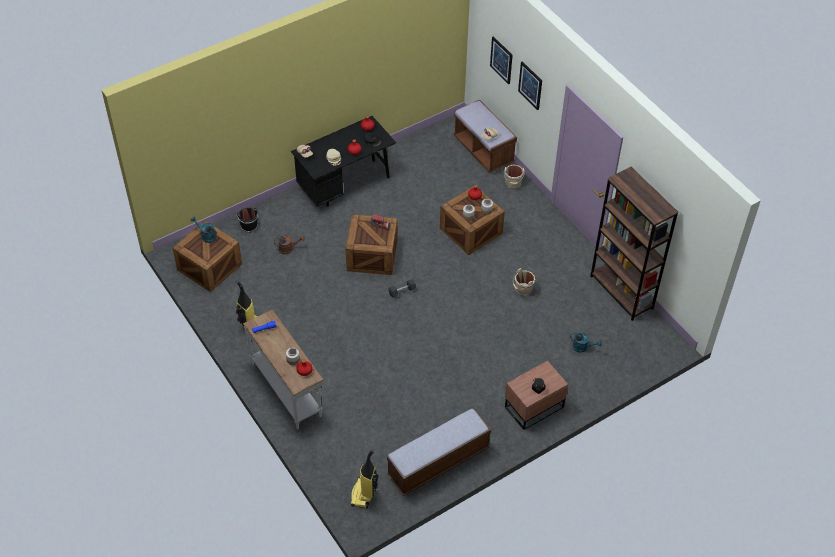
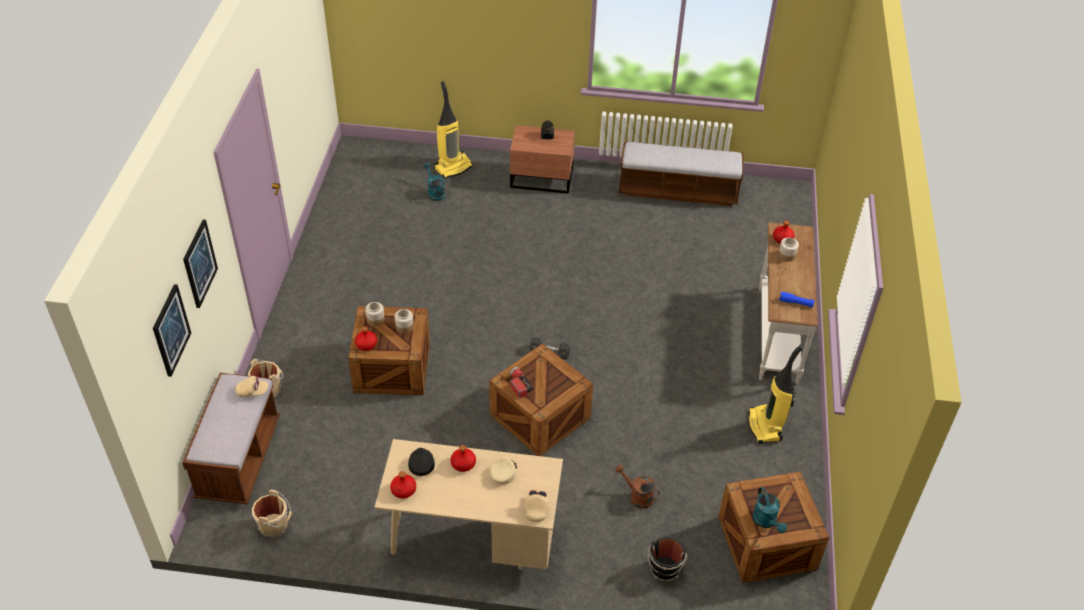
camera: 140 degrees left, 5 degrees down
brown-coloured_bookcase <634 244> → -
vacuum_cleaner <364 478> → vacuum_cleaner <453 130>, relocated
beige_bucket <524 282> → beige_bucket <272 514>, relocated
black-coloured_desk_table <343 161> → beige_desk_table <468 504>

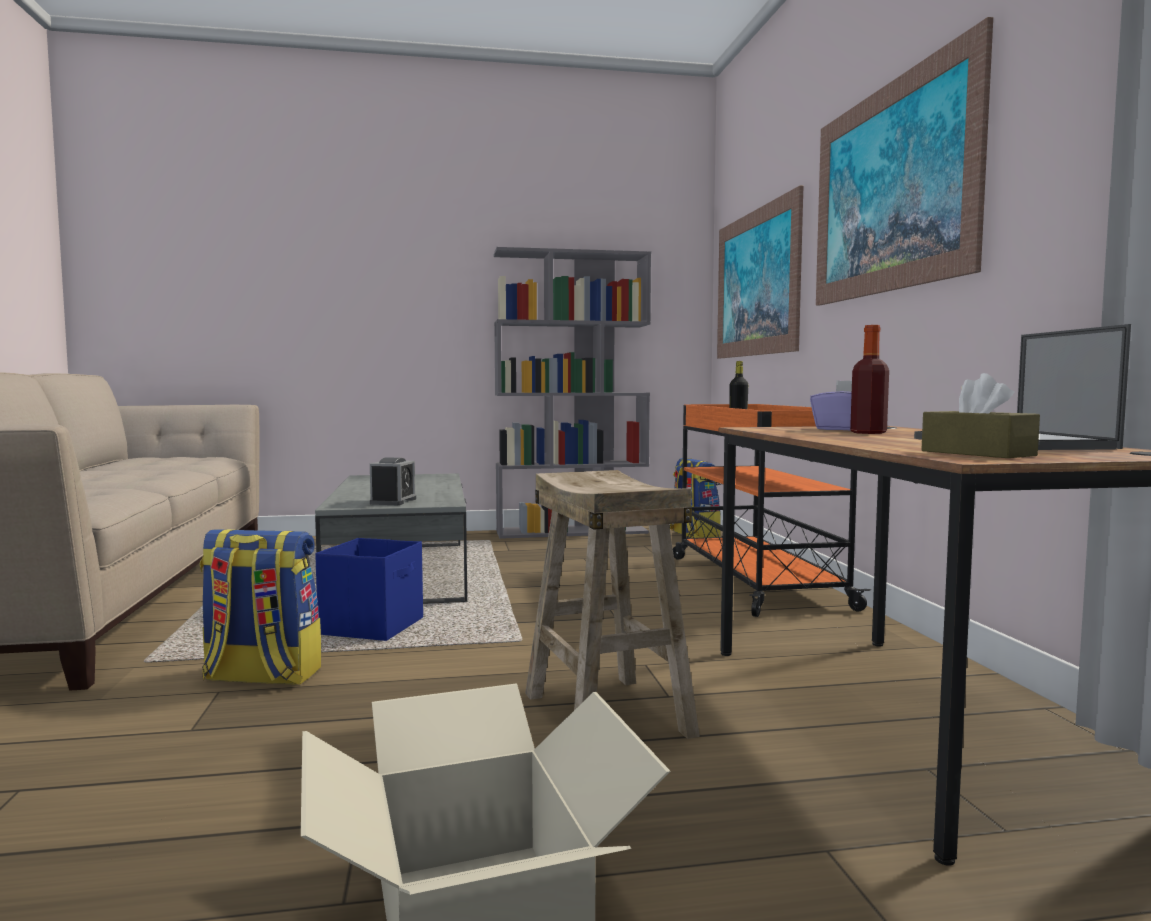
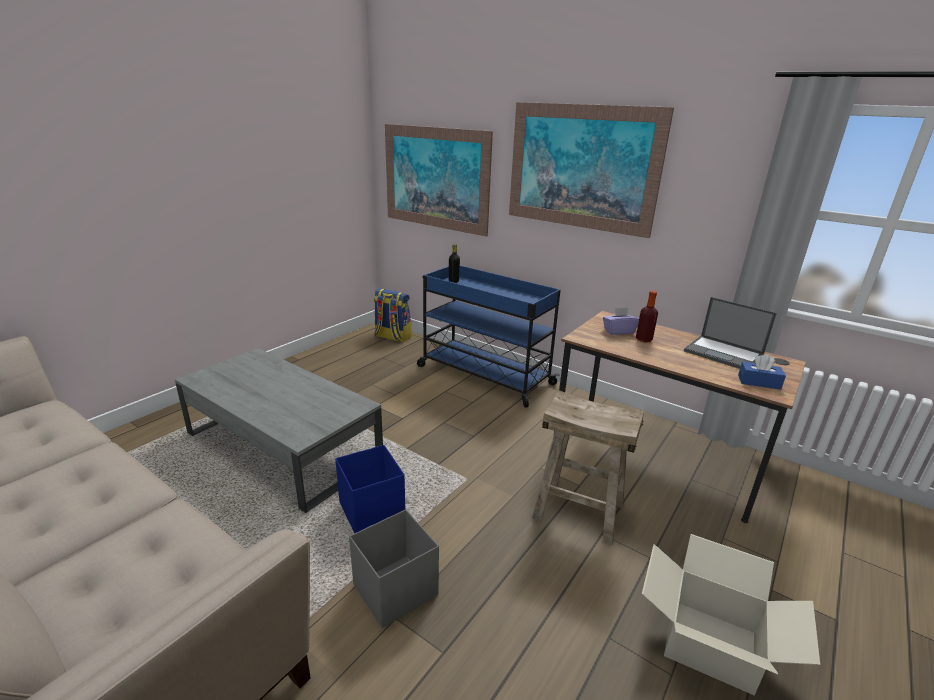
camera: 45 degrees left, 20 degrees up
bedside_clock <393 481> → -
grey_bookcase <572 393> → -
rucksack <260 607> → grey_storage_container <394 568>
orangey_wheeled_cart <772 510> → bluish_wheeled_cart <489 337>
brown-coloured_tissue_holder <980 415> → bluish_tissue_holder <762 372>

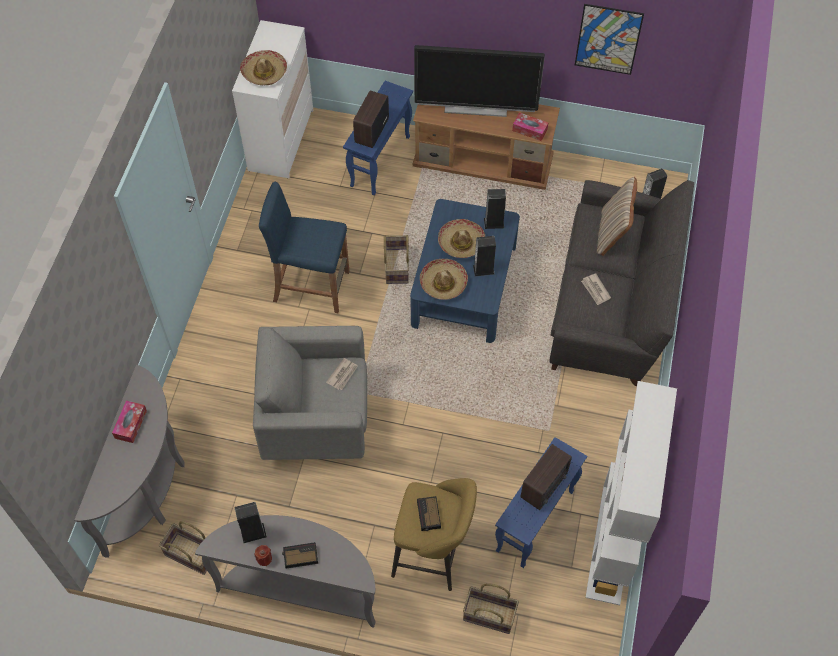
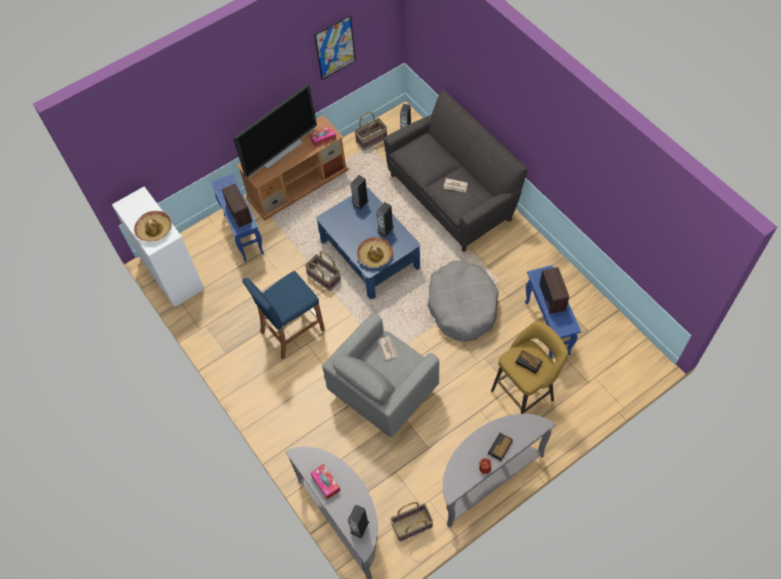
camera: 45 degrees left, 0 degrees up
wearable_hat <461 238> → -
white_bookcase <631 493> → -
beige_pillow <617 216> → -
- → grey_pet_bed <463 301>
audio_speaker <250 522> → audio_speaker <358 521>, relocated
storage_basket <491 608> → storage_basket <370 131>, relocated

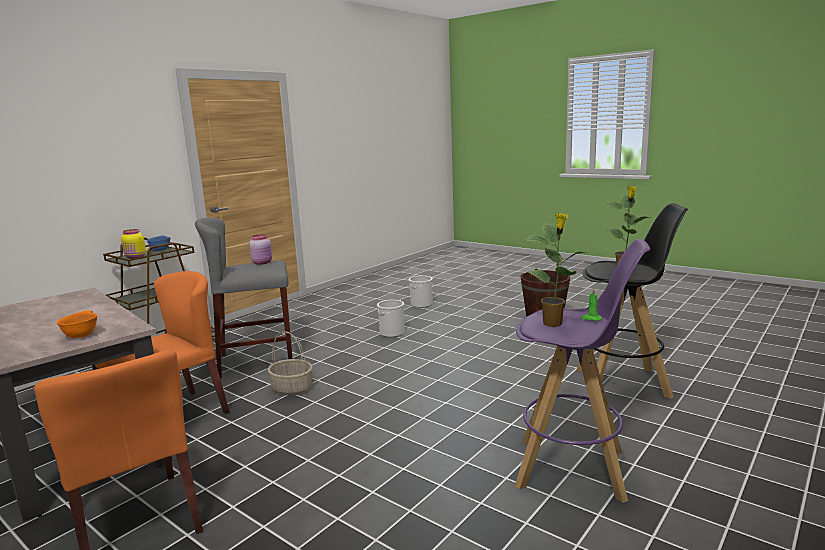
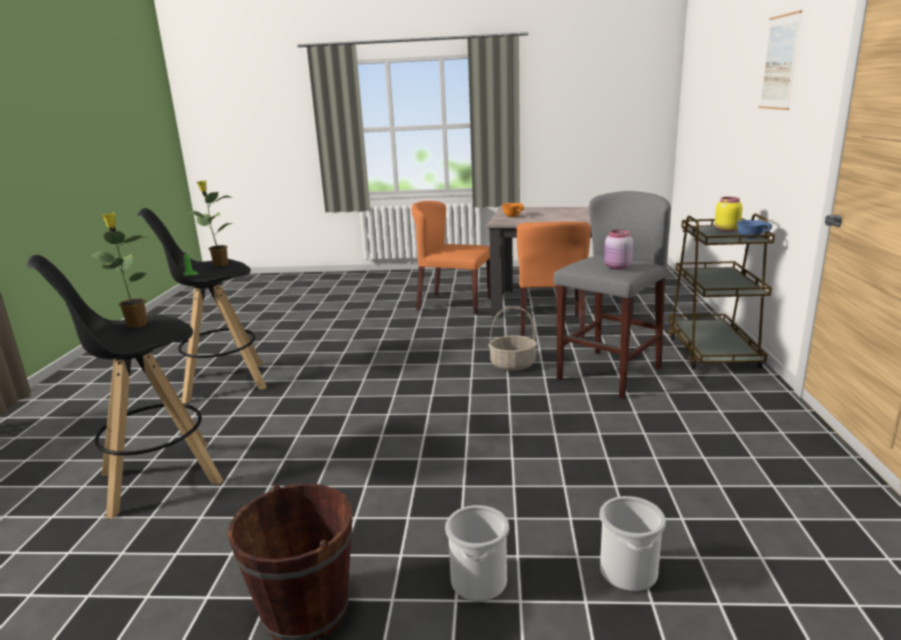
camera: 145 degrees right, 5 degrees up
- → picture <780 60>
bucket <391 318> → bucket <477 553>, relocated
purple-coloured_stool <582 371> → black-coloured_stool <202 306>

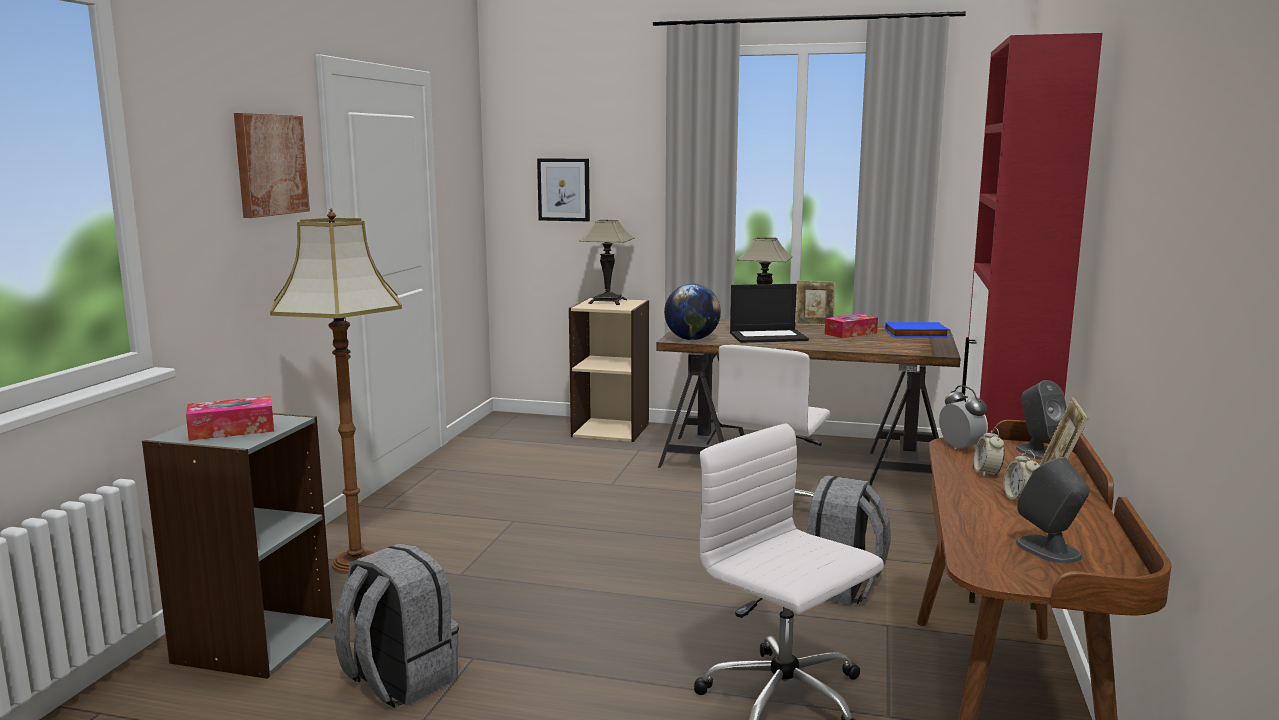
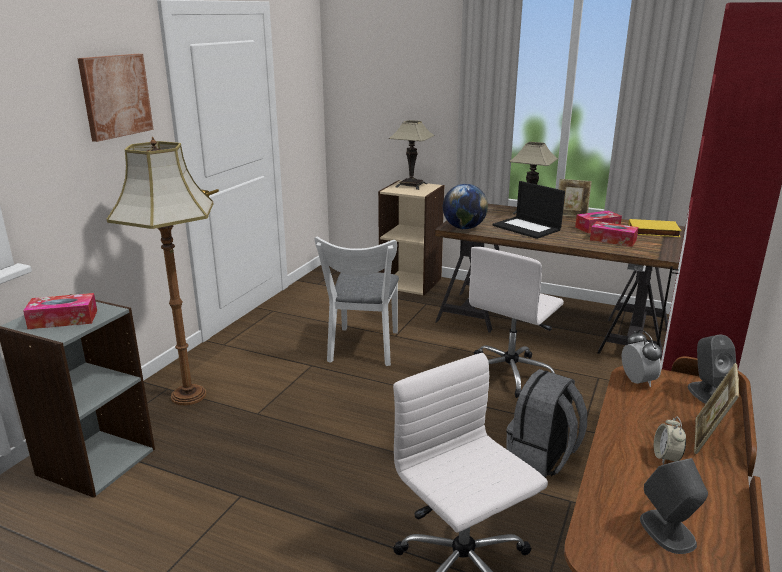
camera: 10 degrees right, 10 degrees up
grey_rucksack <396 625> → -
picture <563 189> → -
bedside_clock <989 452> → -
- → white_chair <356 301>
- → tissue_holder <614 234>
bluish_bound_book <917 330> → yellow_bound_book <654 228>
laptop <769 313> → laptop <529 210>, 45 degrees clockwise

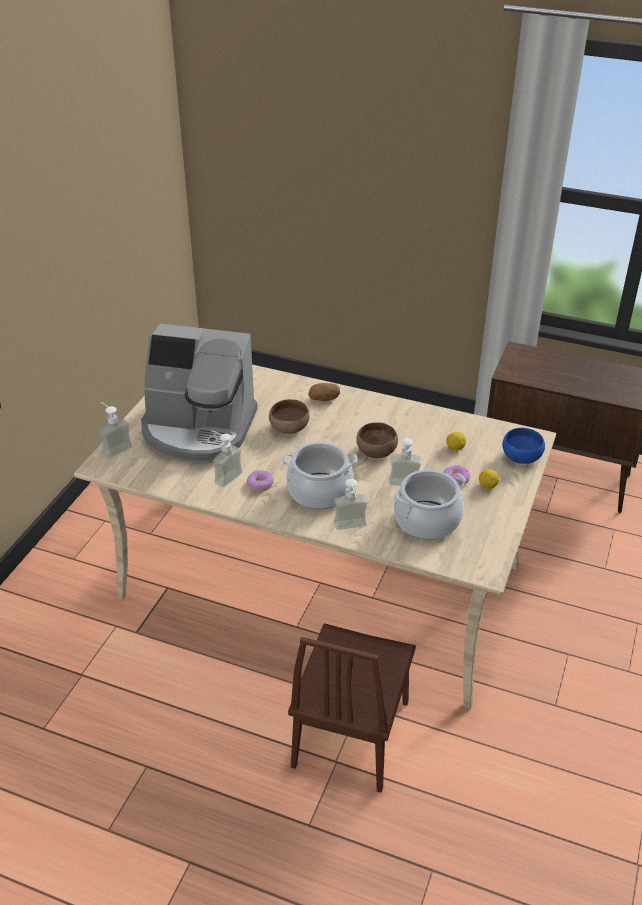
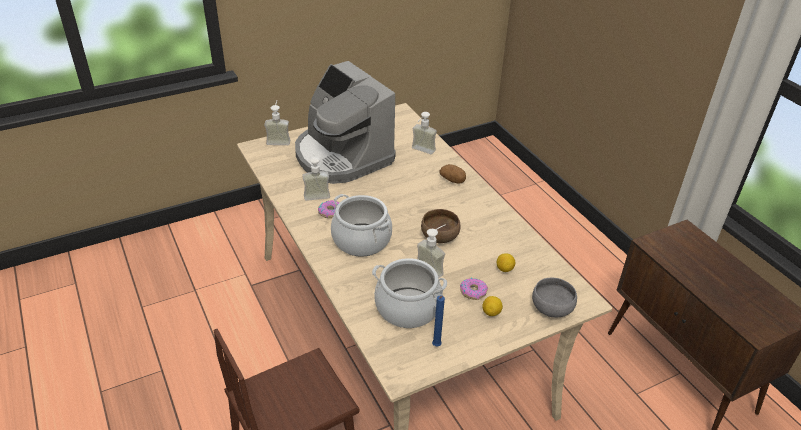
camera: 40 degrees right, 0 degrees up
brown-coloured_deep_dish <289 416> → -
- → bluish_wax_candle <438 320>
liquid_soap_bottle <350 504> → liquid_soap_bottle <424 133>, relocated
bluish_deep_dish <523 446> → grey_deep_dish <554 297>

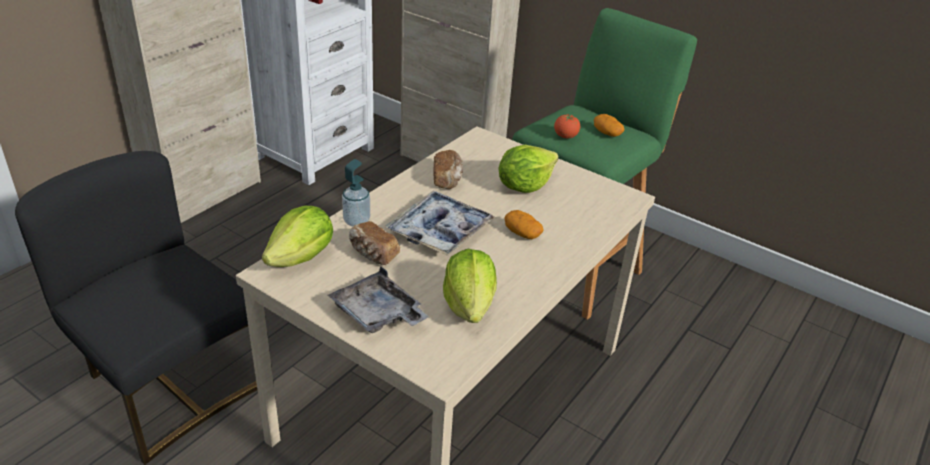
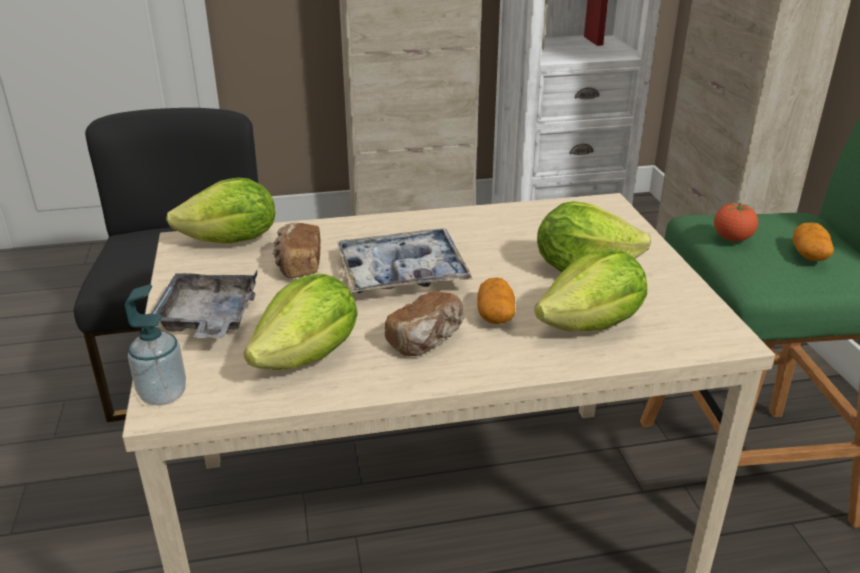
camera: 45 degrees right, 5 degrees down
- → head_of_lettuce <590 291>
liquid_soap_bottle <356 193> → liquid_soap_bottle <155 345>, relocated
baked_bread <448 169> → baked_bread <424 323>, relocated

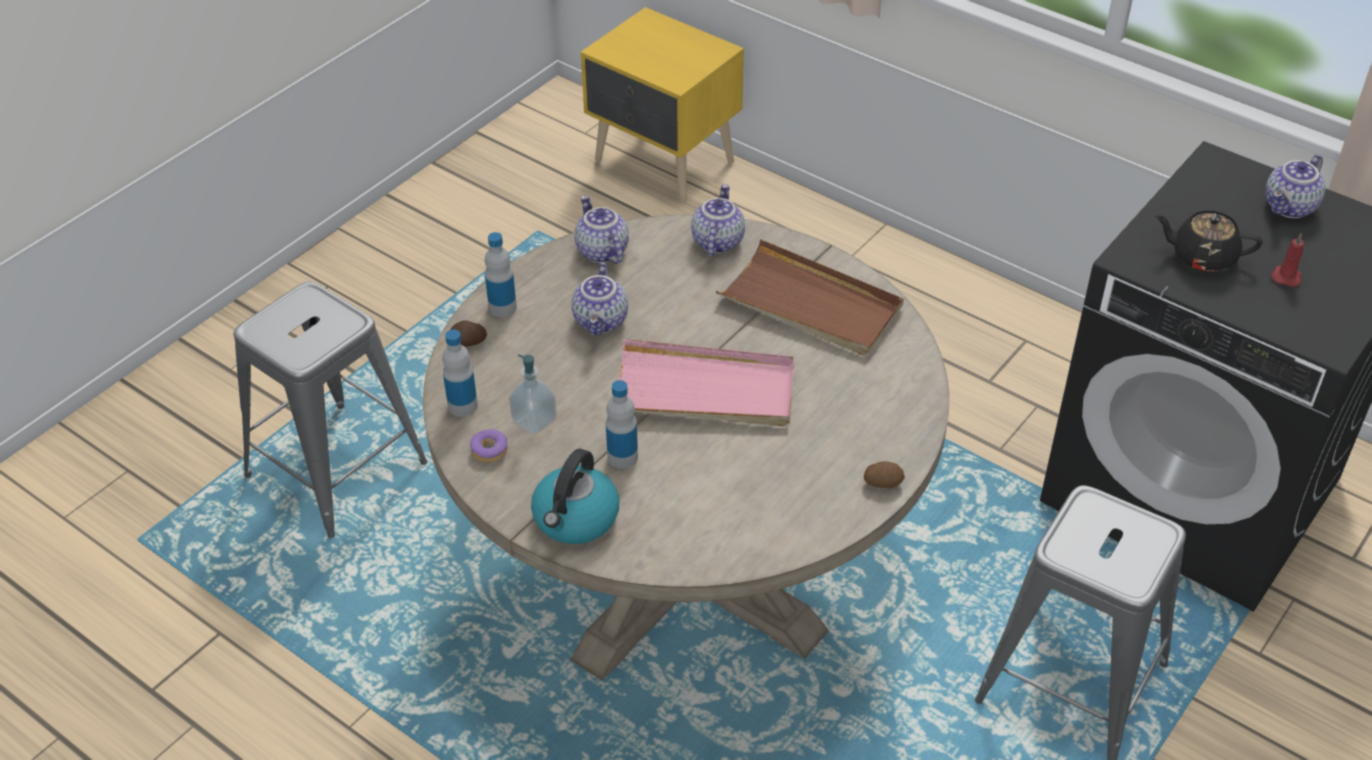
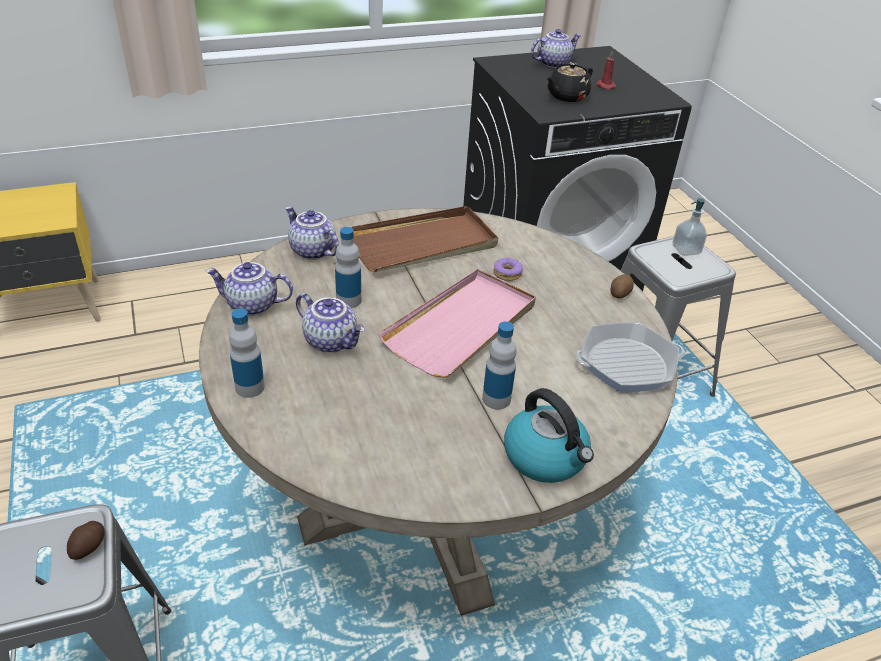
camera: 60 degrees left, 5 degrees down
- → frying_pan <630 357>
beverage_bottle <460 373> → beverage_bottle <348 267>, relocated
potato <468 333> → potato <86 540>, relocated
doughnut <489 445> → doughnut <508 269>, relocated
liquid_soap_bottle <533 394> → liquid_soap_bottle <690 227>, relocated
pot_for_tea <1295 186> → pot_for_tea <556 48>, 105 degrees counterclockwise

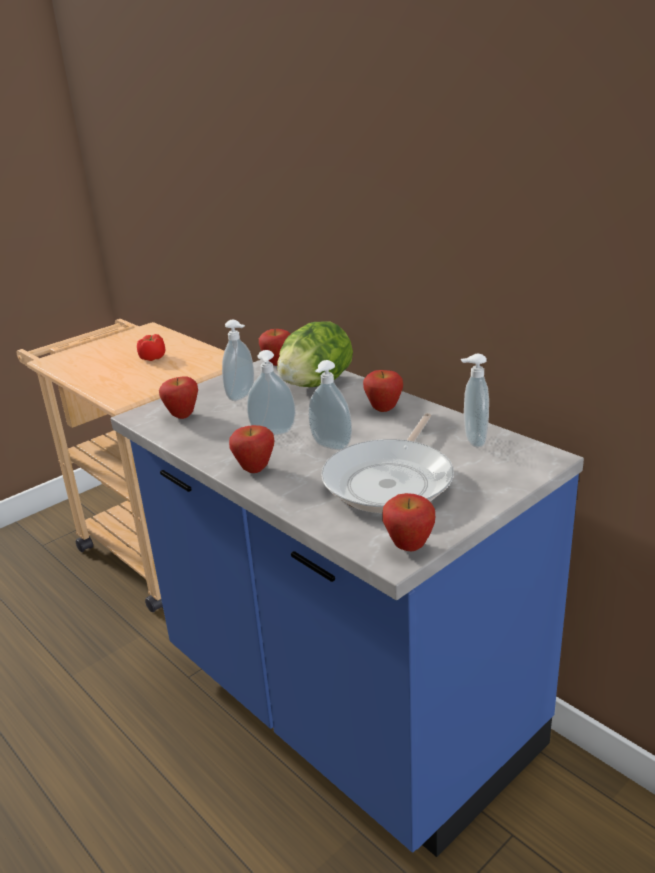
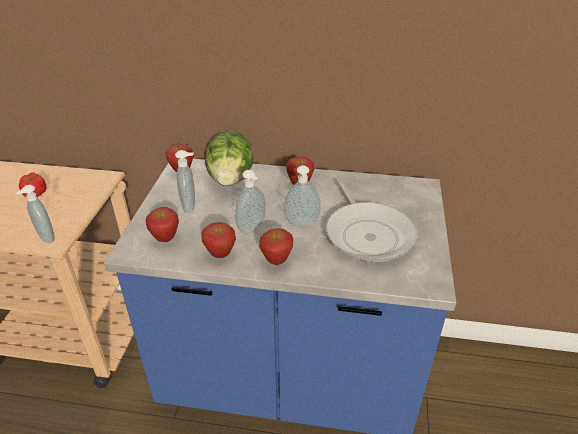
camera: 40 degrees left, 10 degrees up
apple_fruit <408 522> → apple_fruit <218 240>, relocated
liquid_soap_bottle <475 401> → liquid_soap_bottle <35 214>, relocated

